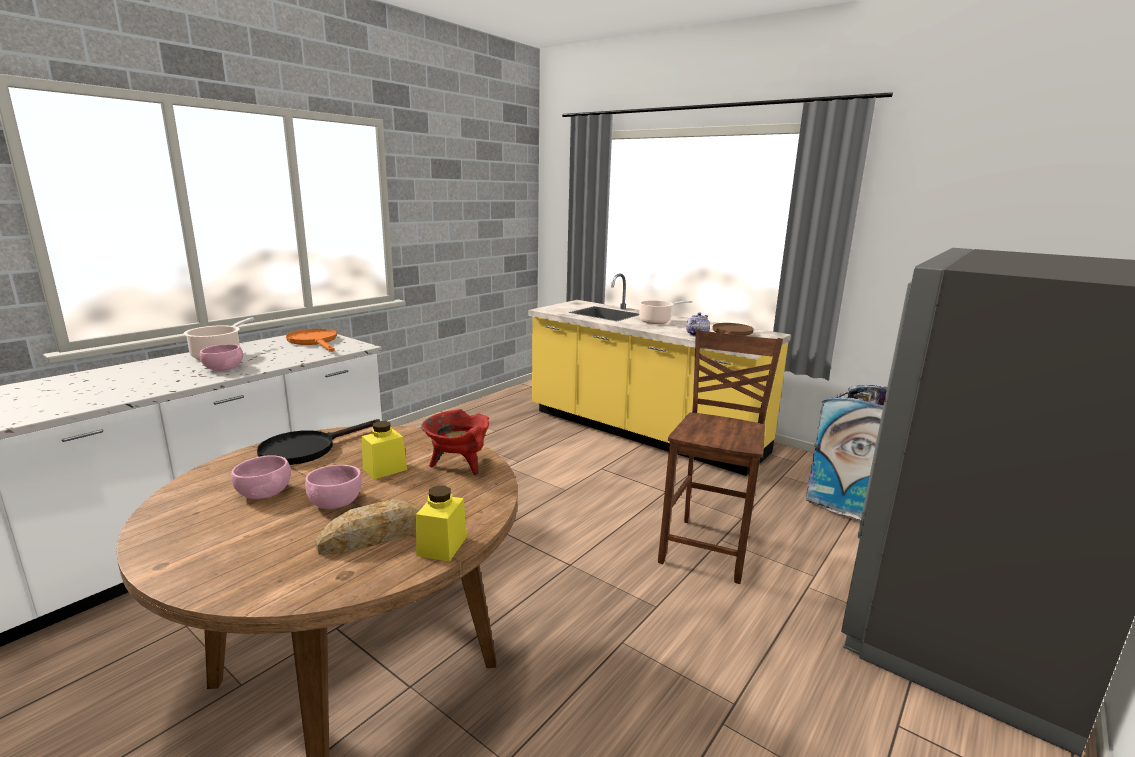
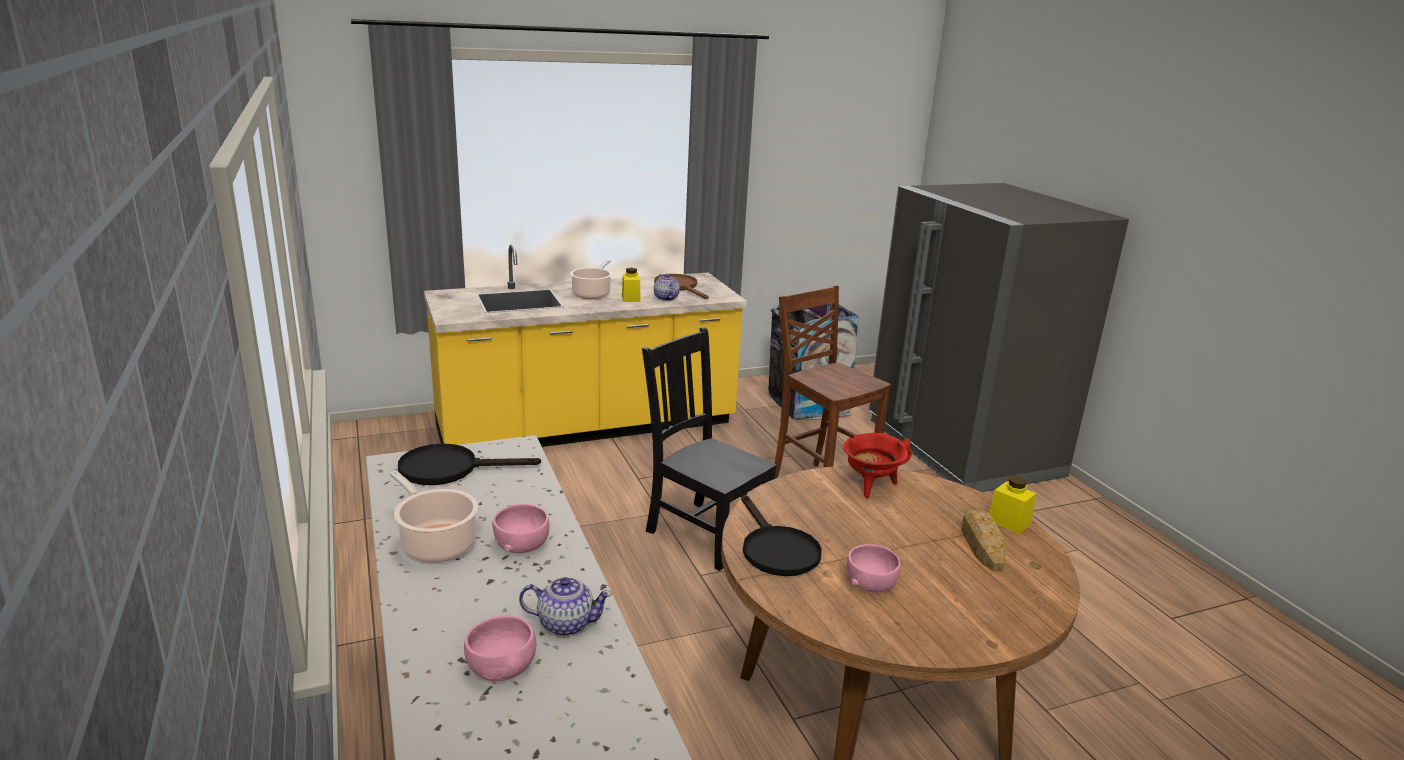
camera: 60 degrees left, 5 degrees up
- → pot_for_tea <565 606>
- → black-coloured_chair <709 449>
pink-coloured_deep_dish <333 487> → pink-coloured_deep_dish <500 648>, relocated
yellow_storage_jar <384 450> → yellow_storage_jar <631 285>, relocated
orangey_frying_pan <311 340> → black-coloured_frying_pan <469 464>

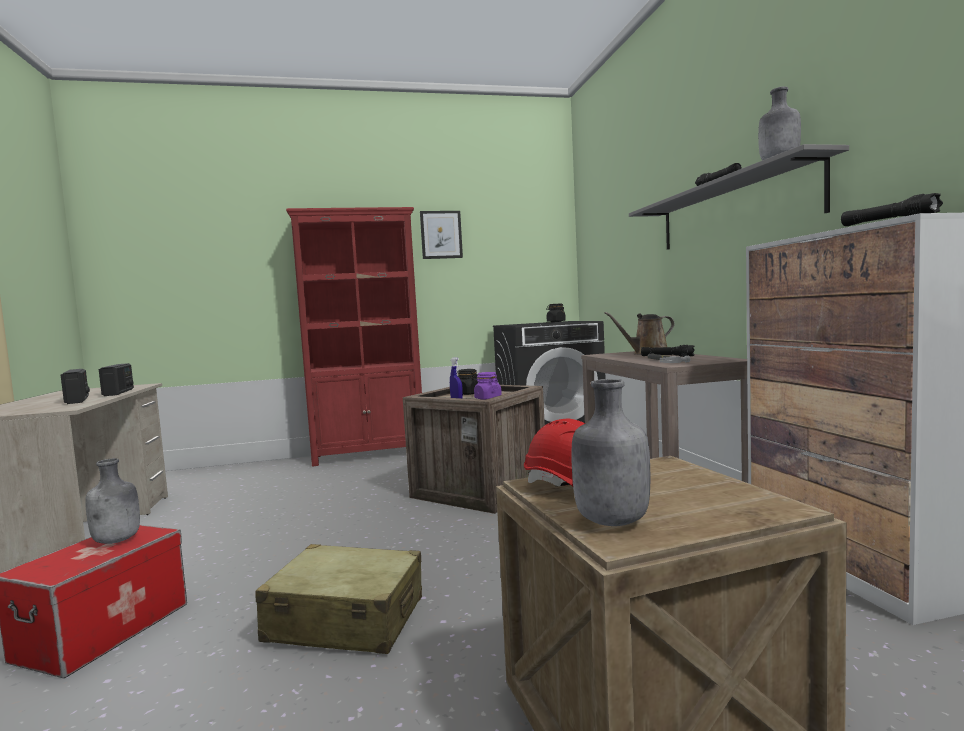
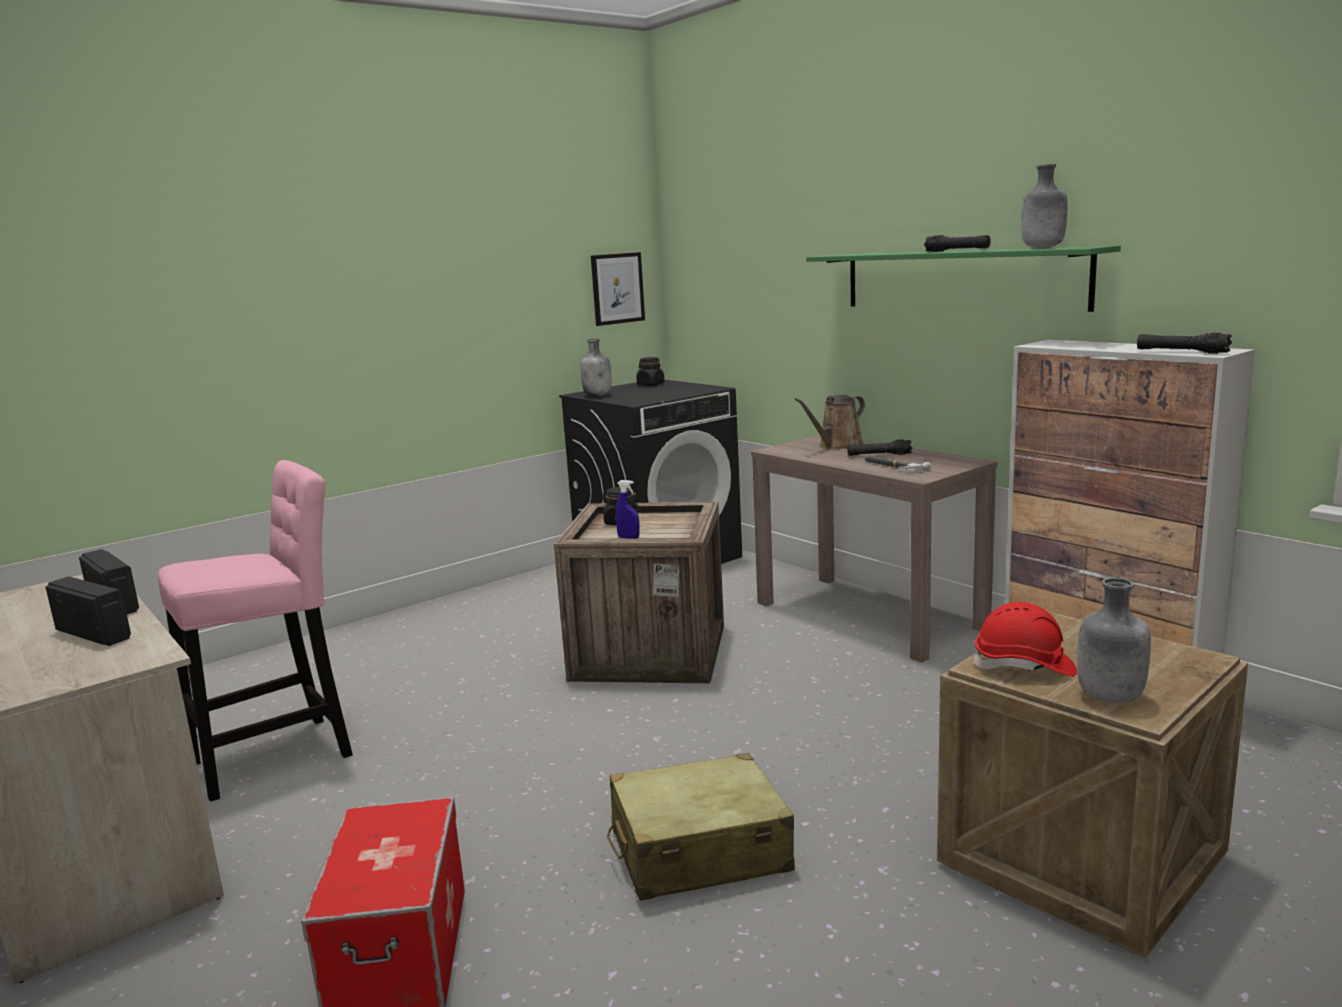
camera: 25 degrees left, 10 degrees up
red_bookcase <354 337> → -
purple-coloured_storage_jar <488 386> → -
- → pink-coloured_stool <255 631>
grey_beverage_bottle <112 501> → grey_beverage_bottle <596 367>, relocated
picture <441 235> → picture <618 289>, relocated
grey_wall_shelf <739 197> → green_wall_shelf <963 278>

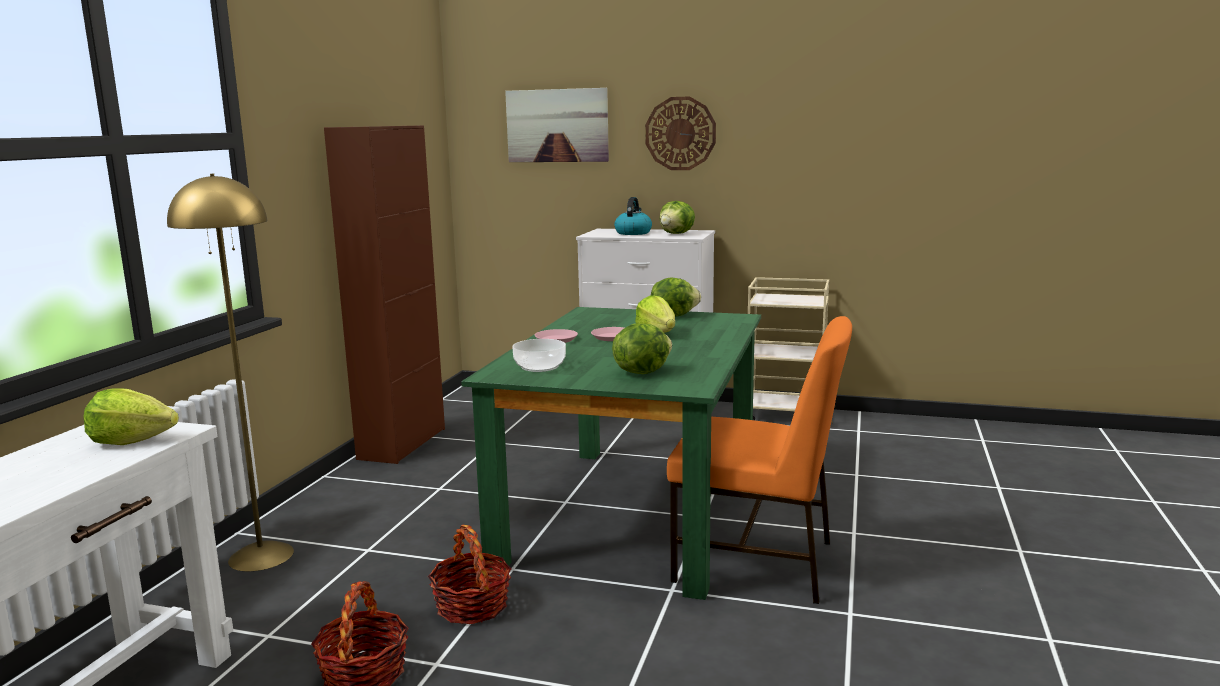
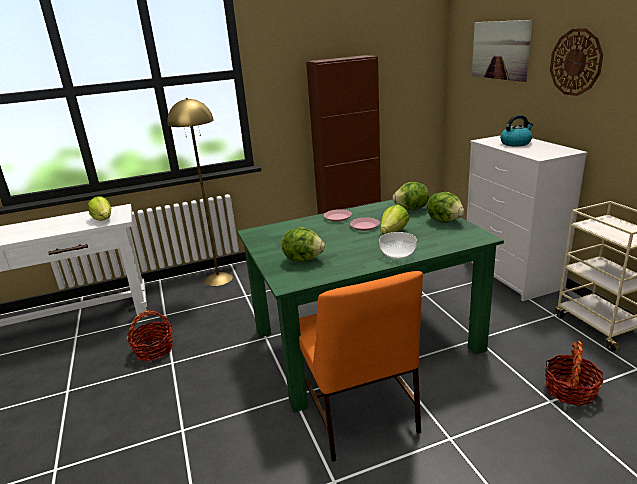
camera: 55 degrees right, 10 degrees up
storage_basket <470 574> → storage_basket <573 373>, relocated
deep_dish <539 355> → deep_dish <398 245>, relocated
head_of_lettuce <677 217> → head_of_lettuce <411 196>, relocated

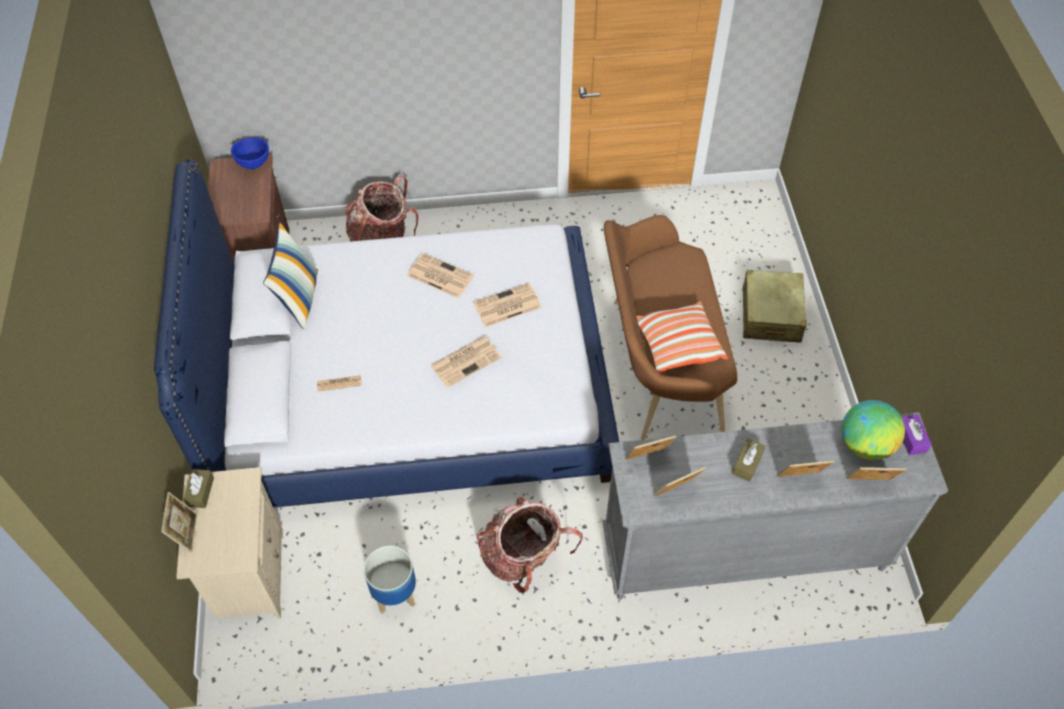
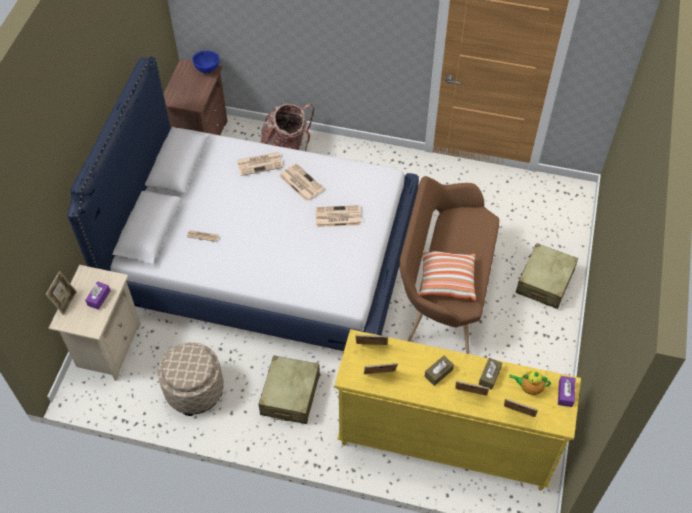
camera: 20 degrees right, 0 degrees up
pillow <290 275> → -
- → purple-coloured_tissue_holder <97 296>
brown-coloured_tissue_holder <198 488> → brown-coloured_tissue_holder <490 374>, relocated
newspaper <466 362> → newspaper <260 164>, relocated
flower_pot <390 579> → beige_footrest <191 379>
rucksack <530 545> → beige_travel_case <289 389>
world_globe <873 430> → pot_for_tea <530 383>
grey_dresser <775 506> → yellow_dresser <457 410>

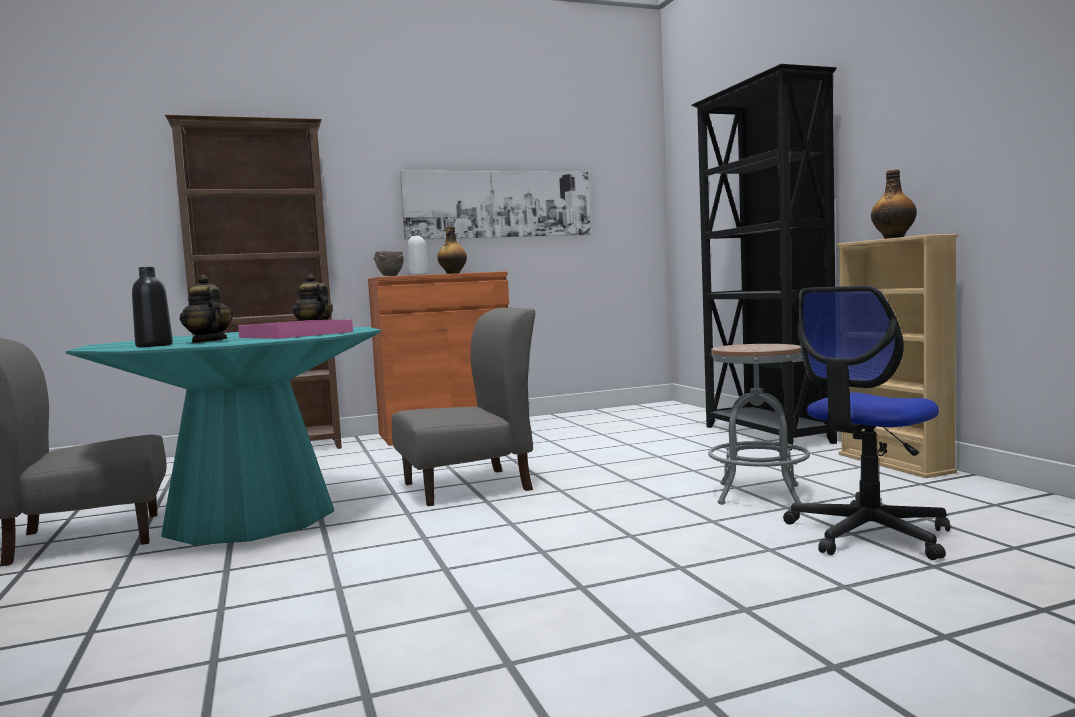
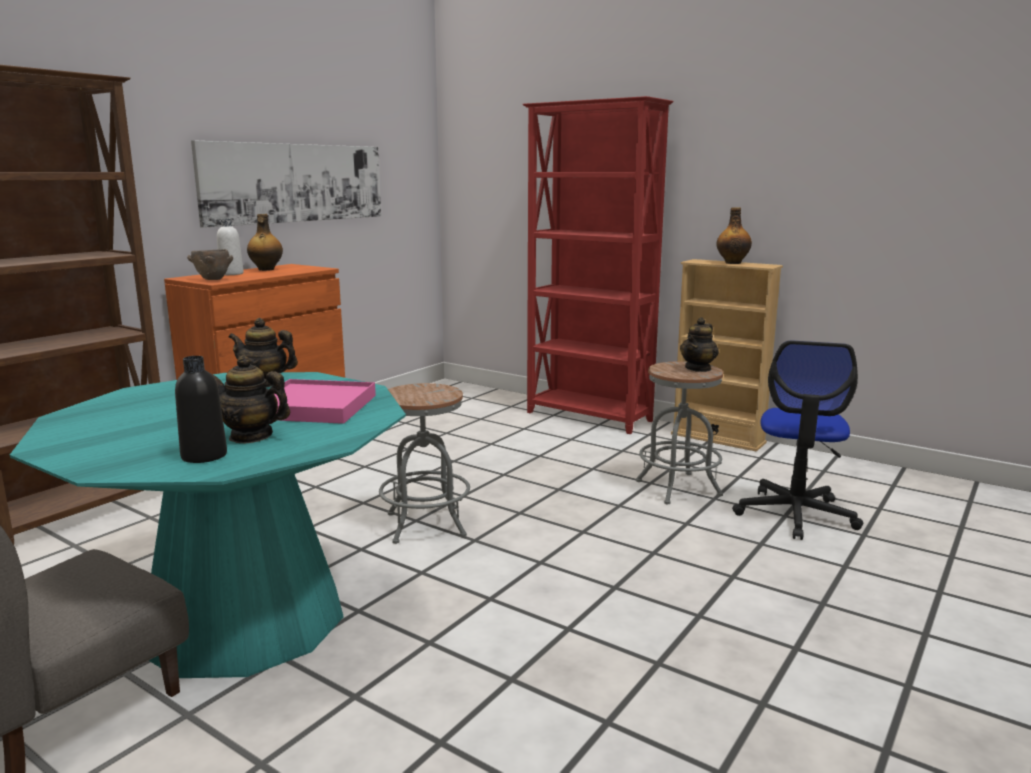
camera: 35 degrees left, 10 degrees up
- → pot_for_tea <699 344>
grey_chair <463 407> → grey_stool <424 463>
black-coloured_bookcase <764 257> → red_bookcase <597 265>

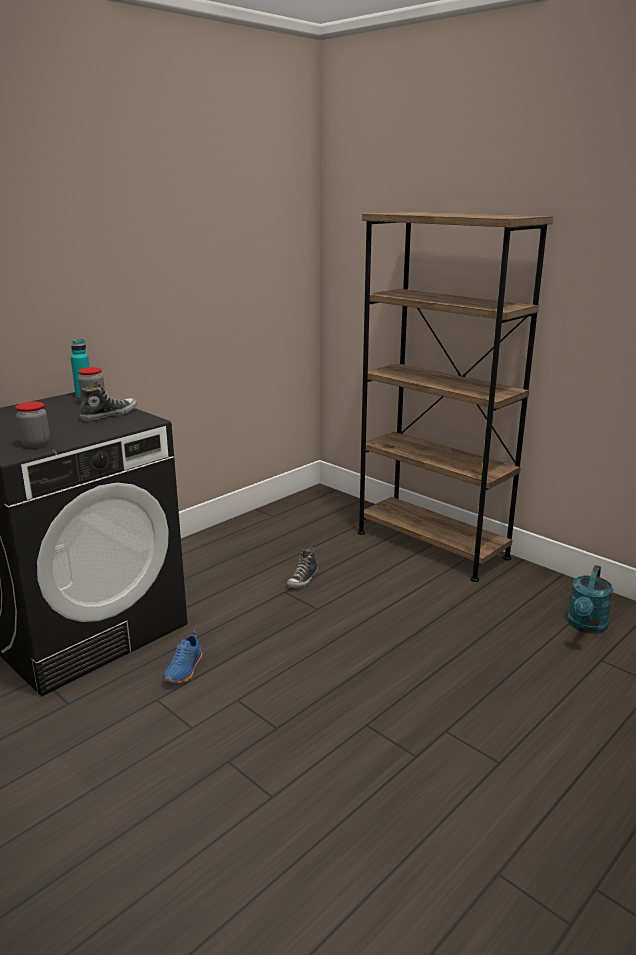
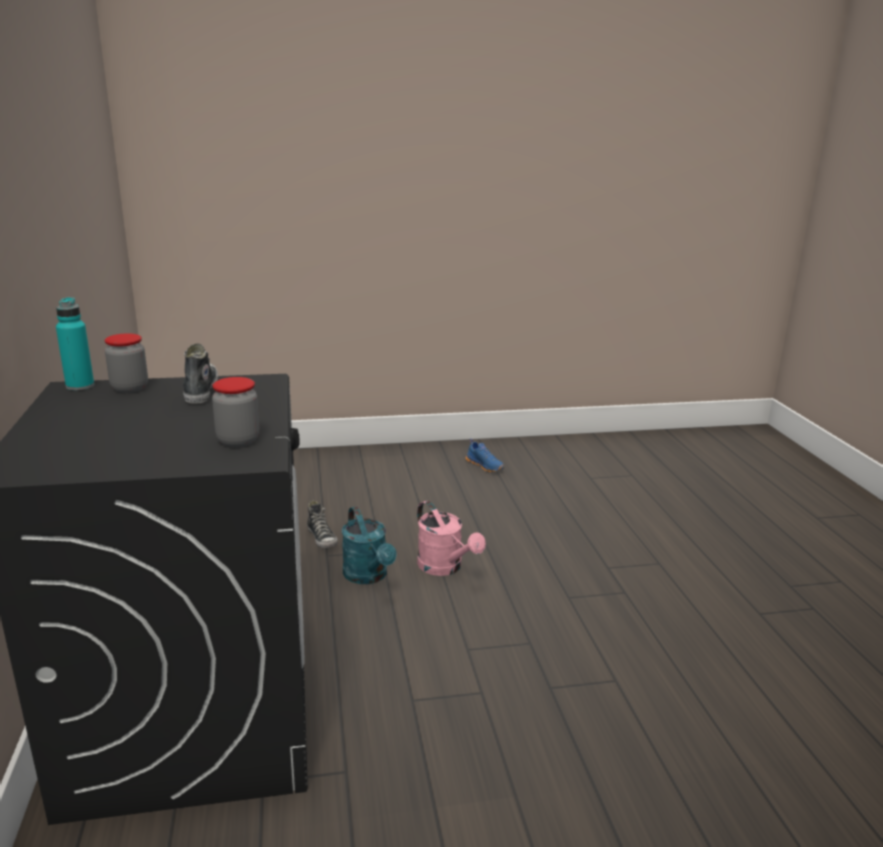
camera: 55 degrees left, 0 degrees up
brown-coloured_bookcase <455 397> → -
- → pink-coloured_sprinkling_can <451 538>
bluish_low_shoe <182 656> → bluish_low_shoe <485 455>, relocated
turquoise-coloured_sprinkling_can <590 599> → turquoise-coloured_sprinkling_can <369 545>, relocated

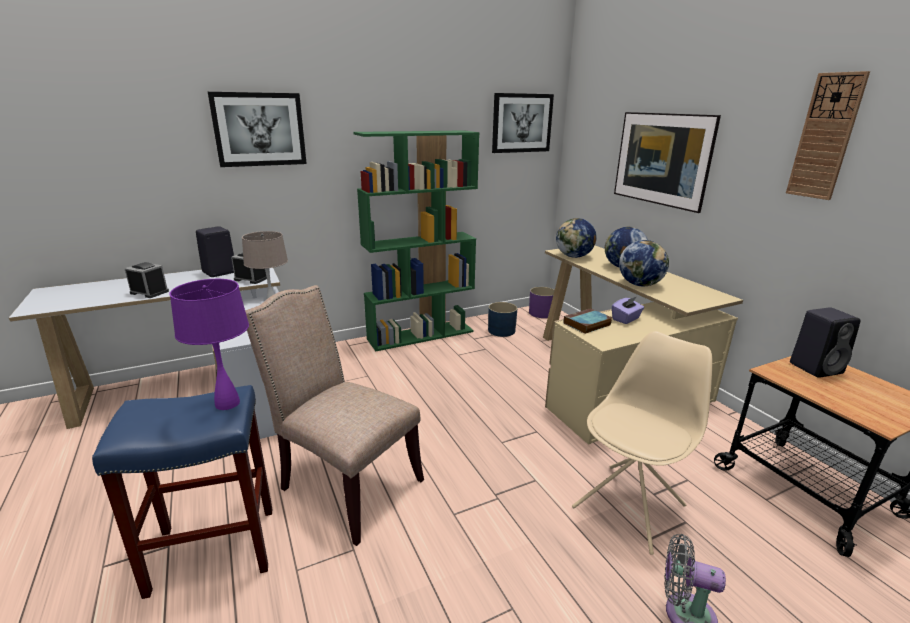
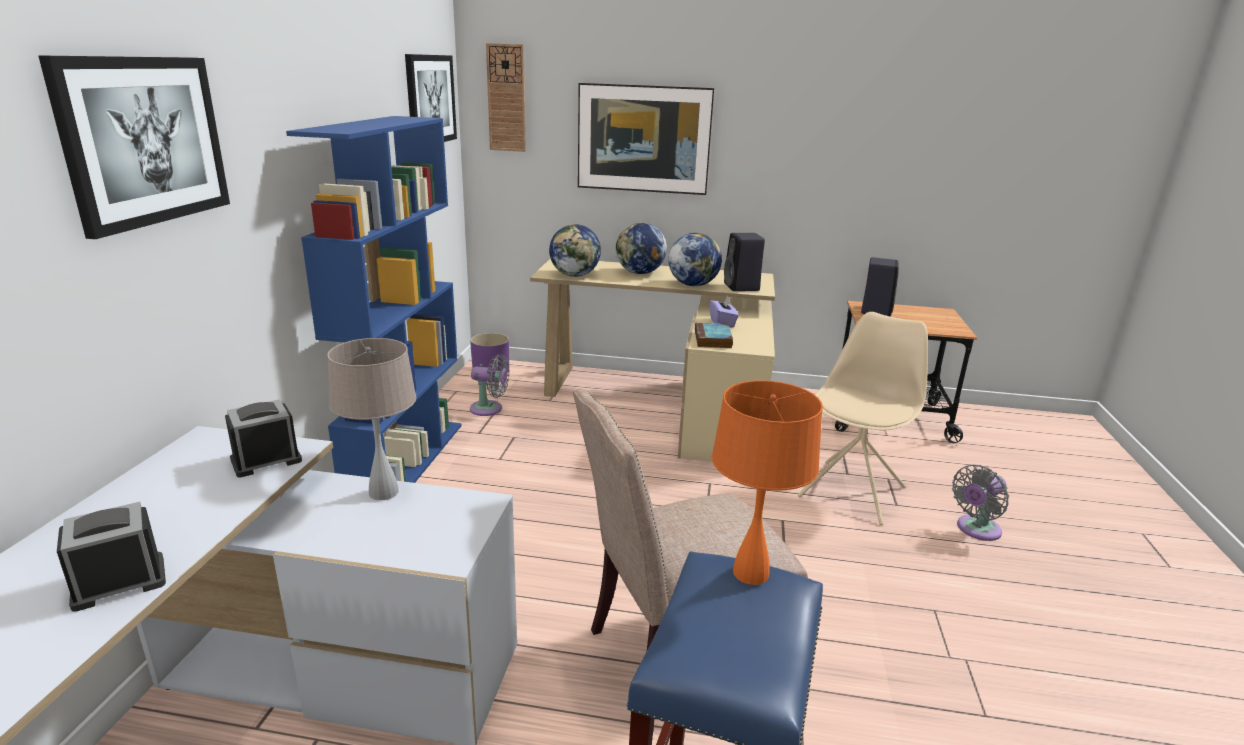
camera: 55 degrees left, 0 degrees up
black-coloured_audio_speaker <215 251> → black-coloured_audio_speaker <744 262>, relocated
wall_clock <828 135> → wall_clock <506 97>, relocated
bluish_flower_pot <502 319> → grey_fan <489 385>
purple-coloured_tabletop_lamp <209 344> → orangey_tabletop_lamp <767 482>
green_bookcase <416 240> → bluish_bookcase <374 299>
beige_chair <642 443> → beige_chair <863 418>, 45 degrees clockwise

